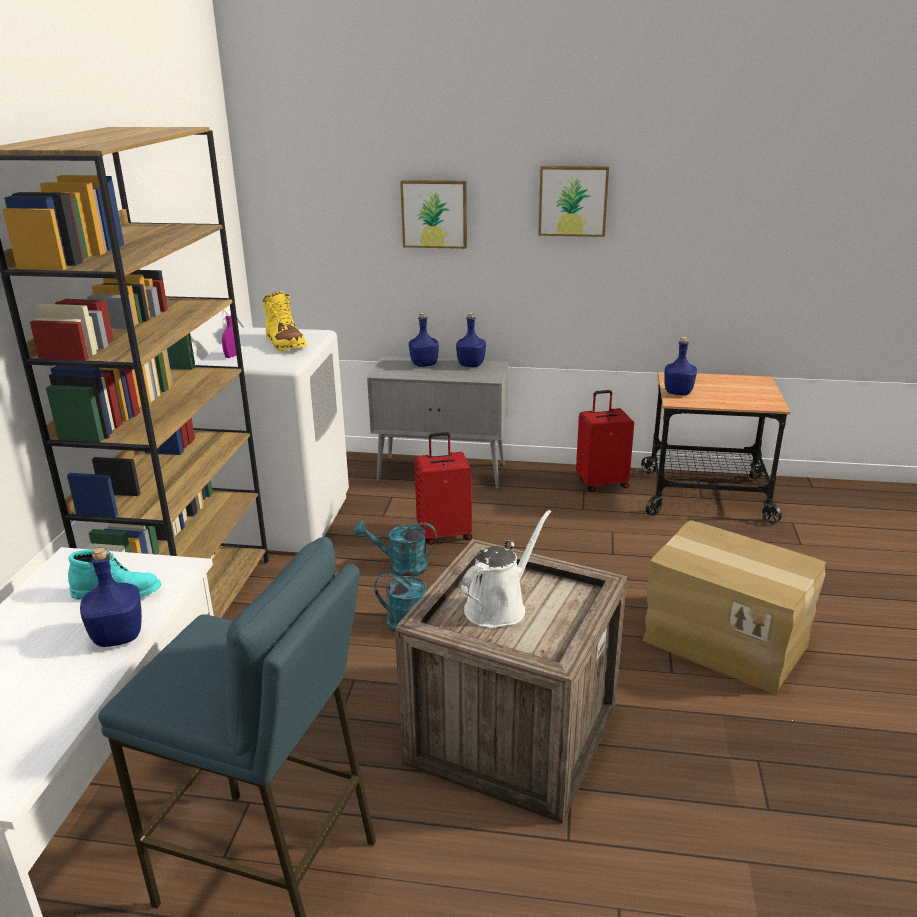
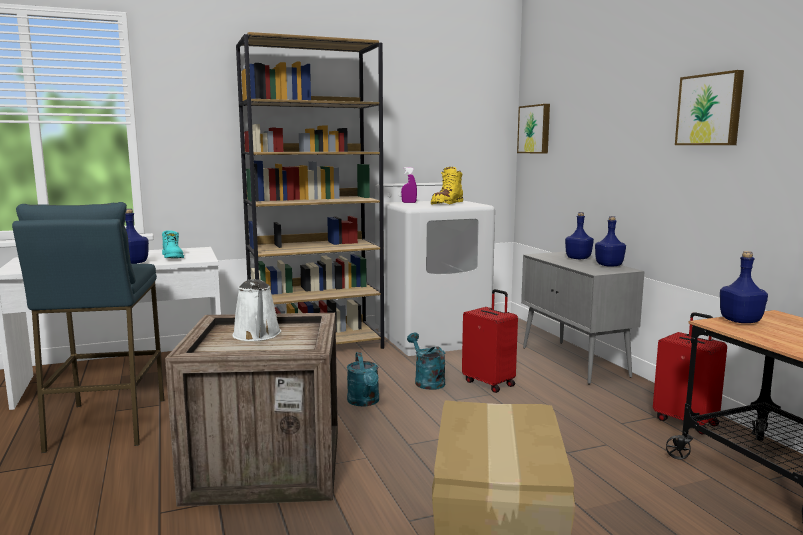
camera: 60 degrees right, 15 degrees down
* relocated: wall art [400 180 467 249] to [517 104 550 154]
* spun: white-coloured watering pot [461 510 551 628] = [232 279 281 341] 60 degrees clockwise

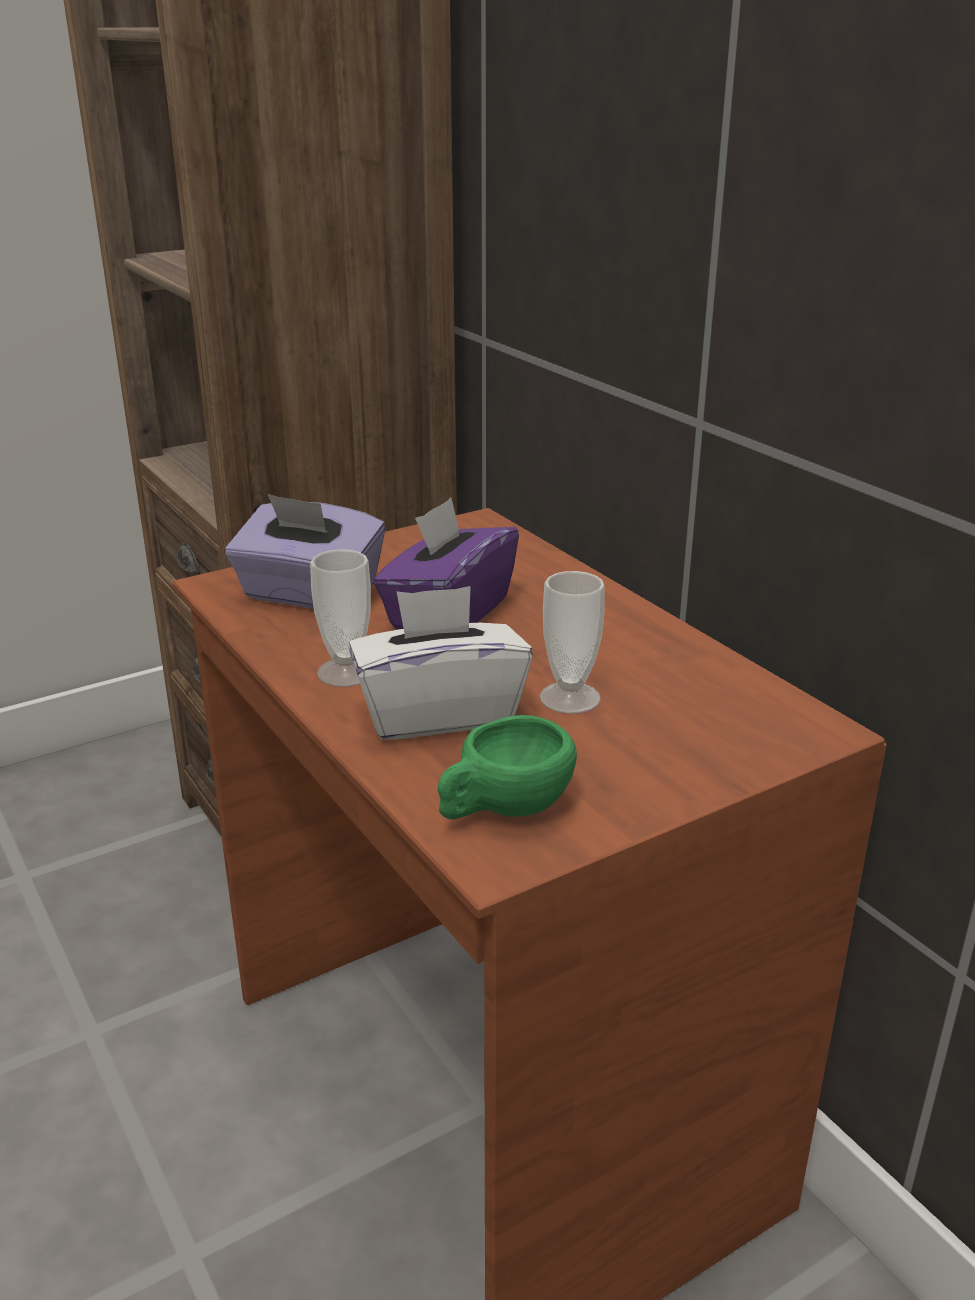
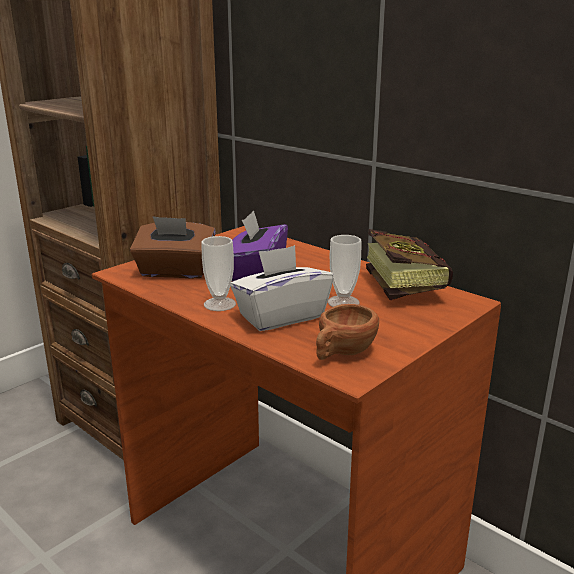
camera: 15 degrees left, 5 degrees down
* appeared: bound book [366 229 453 300]
* colour: purplish tissue holder [225 494 385 609] to brown tissue holder [130 216 216 278]
* colour: greenish cup [437 715 577 819] to brown cup [316 304 379 360]

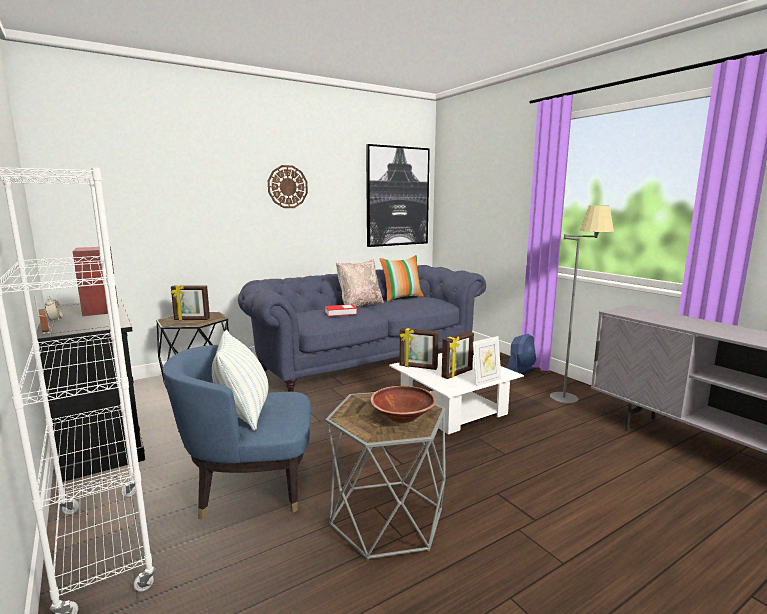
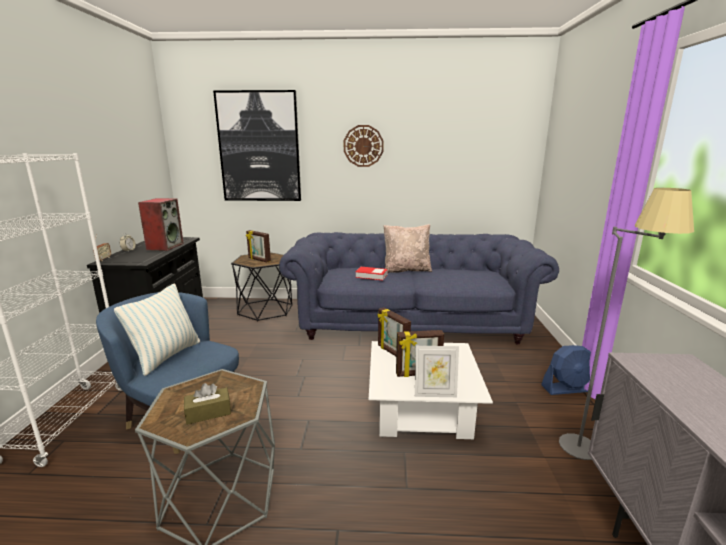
camera: 35 degrees right, 5 degrees up
* missing: cushion [379 255 424 302]
* relocated: wall art [366 144 430 247] to [213 90 301 201]
* exchanged: brown serving bowl [371 386 436 423] to brown tissue holder [184 383 231 425]

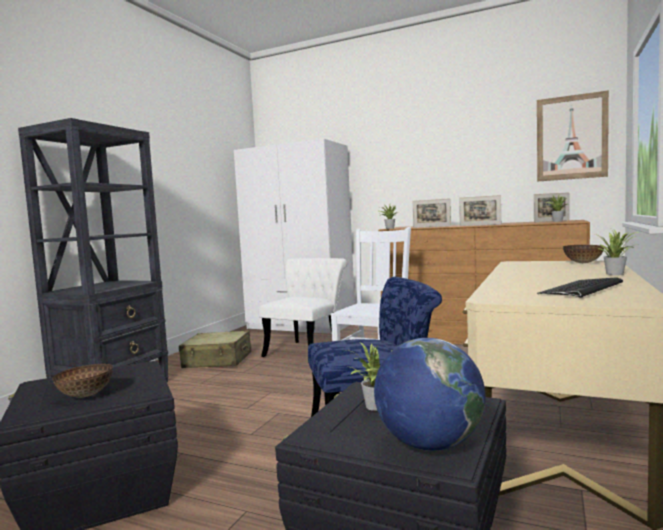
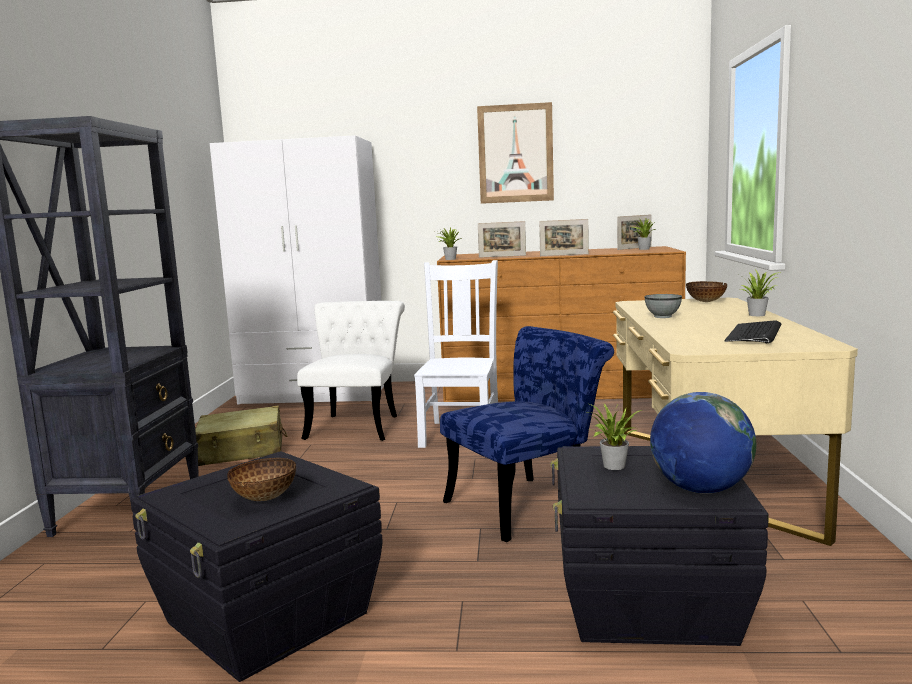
camera: 20 degrees left, 5 degrees up
* appeared: grey serving bowl [645 294 682 318]
* relocated: wall art [537 90 609 182] to [477 102 554 204]

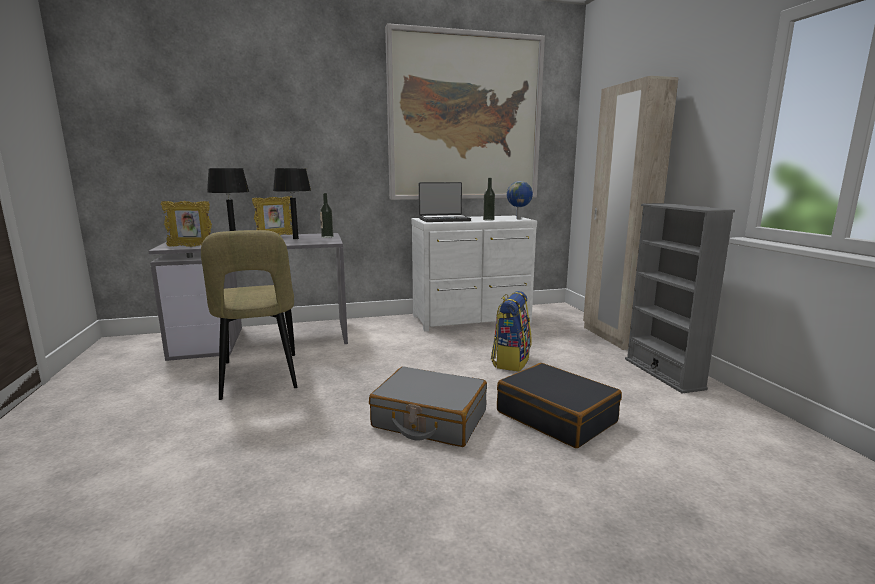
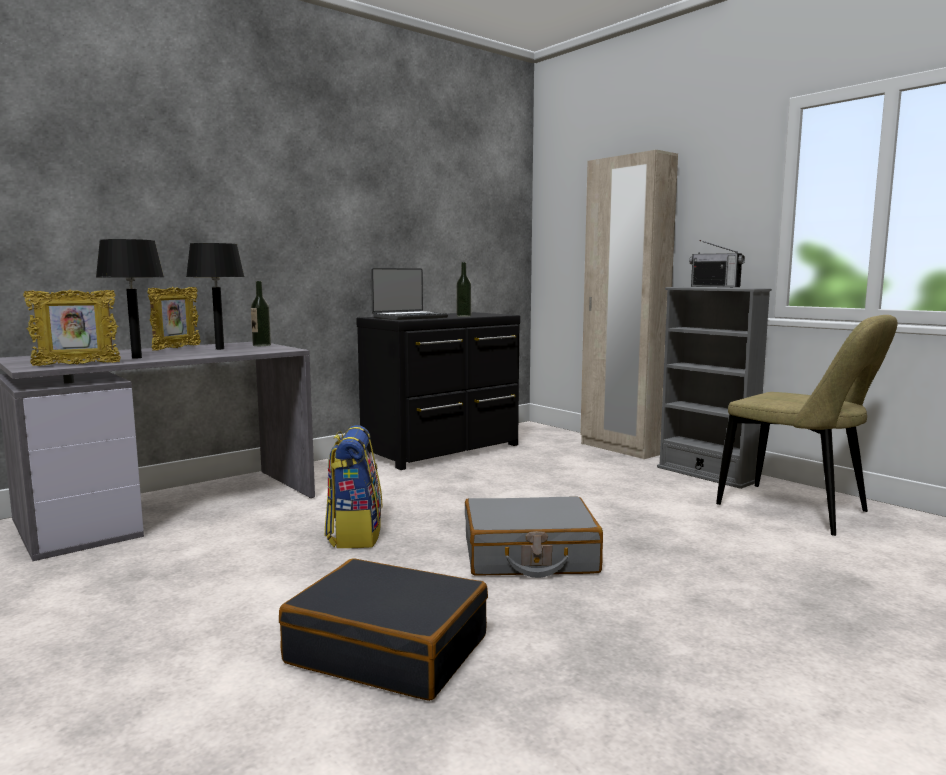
camera: 25 degrees left, 5 degrees down
* missing: wall art [385 23 545 200]
* missing: world globe [507 181 533 219]
* appeared: radio [689 240 745 287]
* relocated: beige chair [201 230 297 400] to [716 315 898 536]
* relocated: knapsack [491 291 531 371] to [325 425 382 548]
* relocated: blackish suitcase [497 363 622 448] to [279 558 488 701]
* colour: white-coloured chest of drawers [411 216 537 332] to blackish chest of drawers [356 312 520 470]

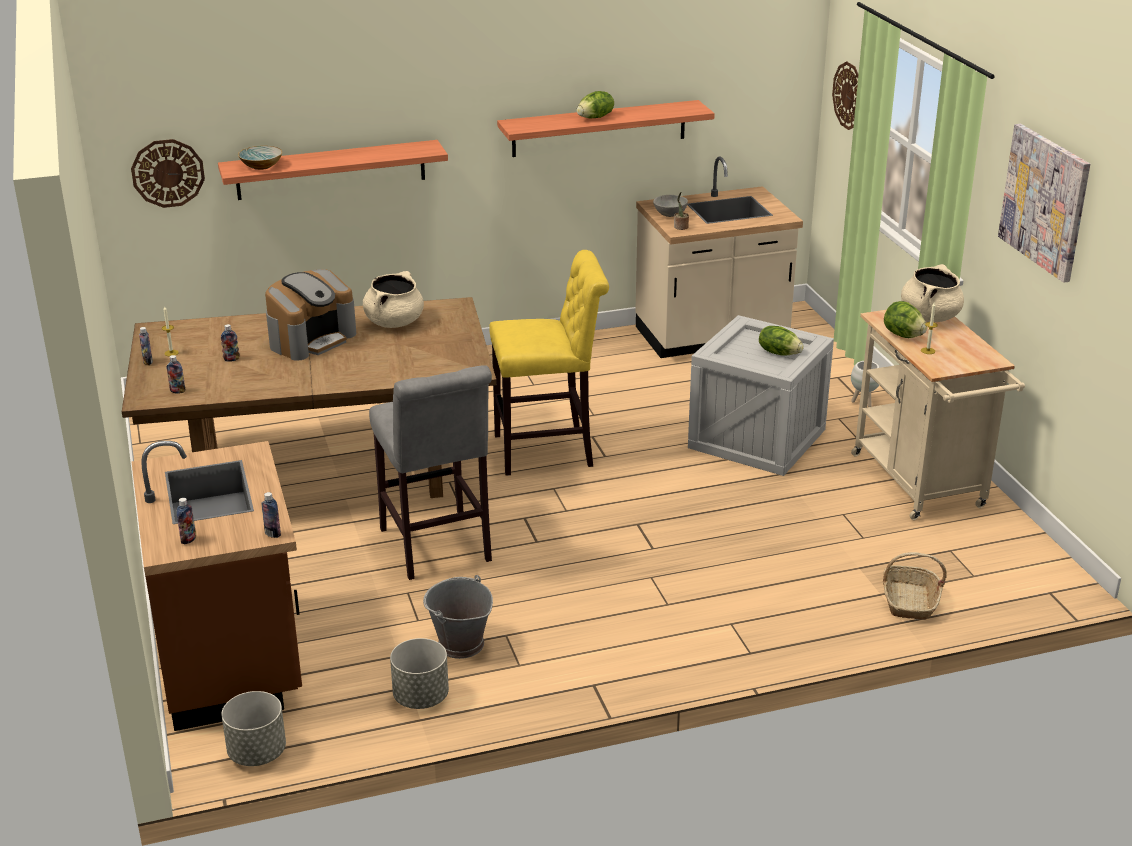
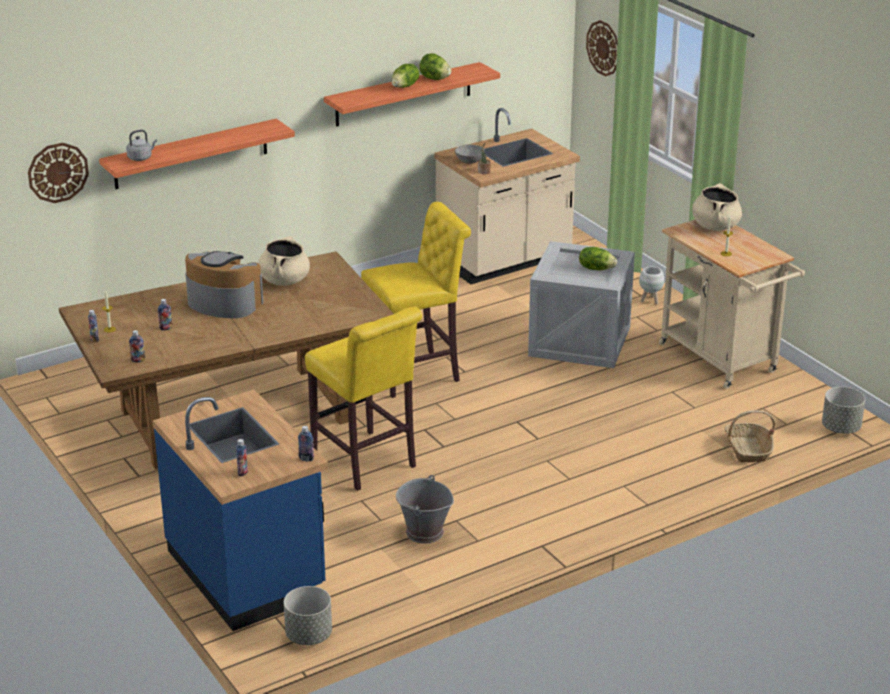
camera: 15 degrees left, 0 degrees up
* missing: wall art [998 124 1090 283]
* relocated: grey plant pot [390 638 449 709] to [822 387 865 434]
* relocated: lettuce head [884 301 927 338] to [419 53 451 80]
* exchanged: serving bowl [238 146 282 170] to grey kettle [126 130 157 161]
* colour: brown counter [132 441 302 731] to blue-coloured counter [153 390 328 631]
* colour: grey stool seat [369 365 492 580] to yellowish stool seat [305 307 422 491]
* spun: coffee brewer [265 269 356 361] = [185 251 263 318] 90 degrees counterclockwise

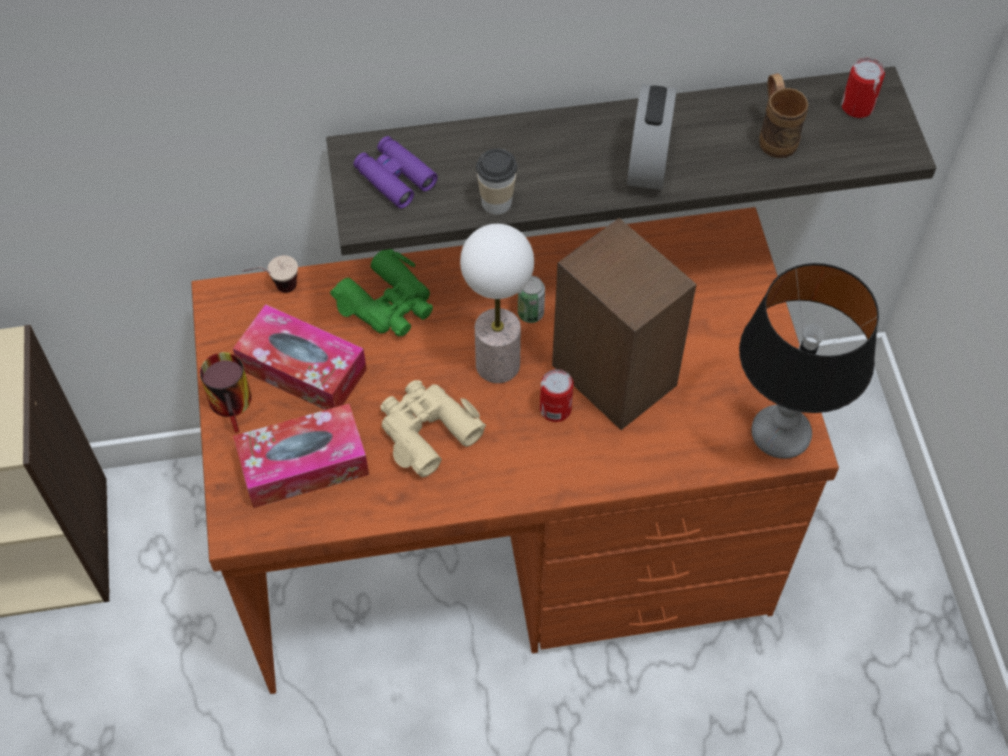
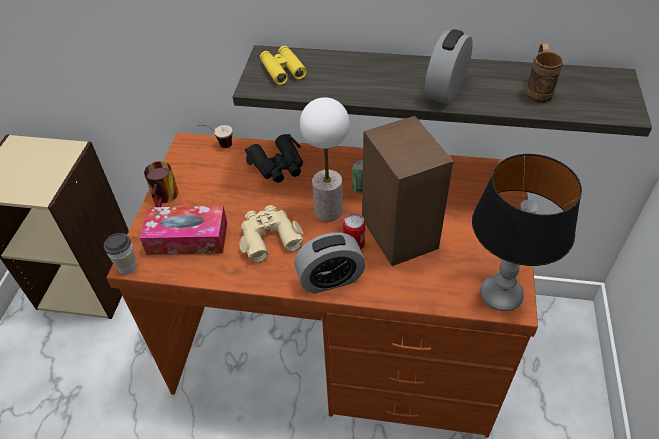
camera: 20 degrees right, 10 degrees down
* missing: tissue holder [233 304 367 410]
* missing: sealed can [841 58 885 118]
* appeared: bedside clock [294 232 366 294]
* relocated: cup [476 149 517 215] to [104 233 137 274]
* colour: greenish field glasses [330 249 433 336] to blackish field glasses [245 134 303 183]
* colour: purplish field glasses [353 136 438 209] to yellowish field glasses [260 46 307 85]

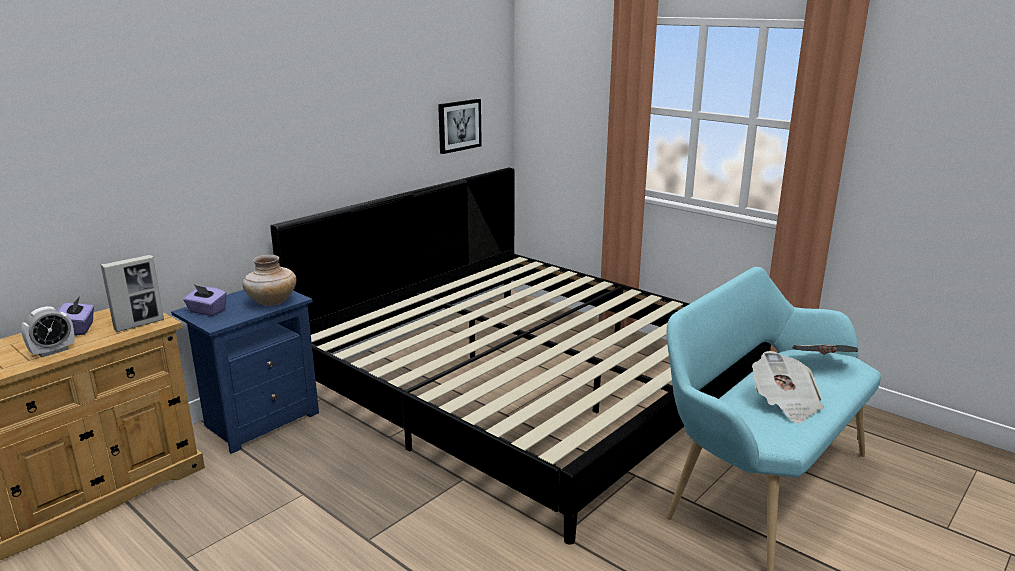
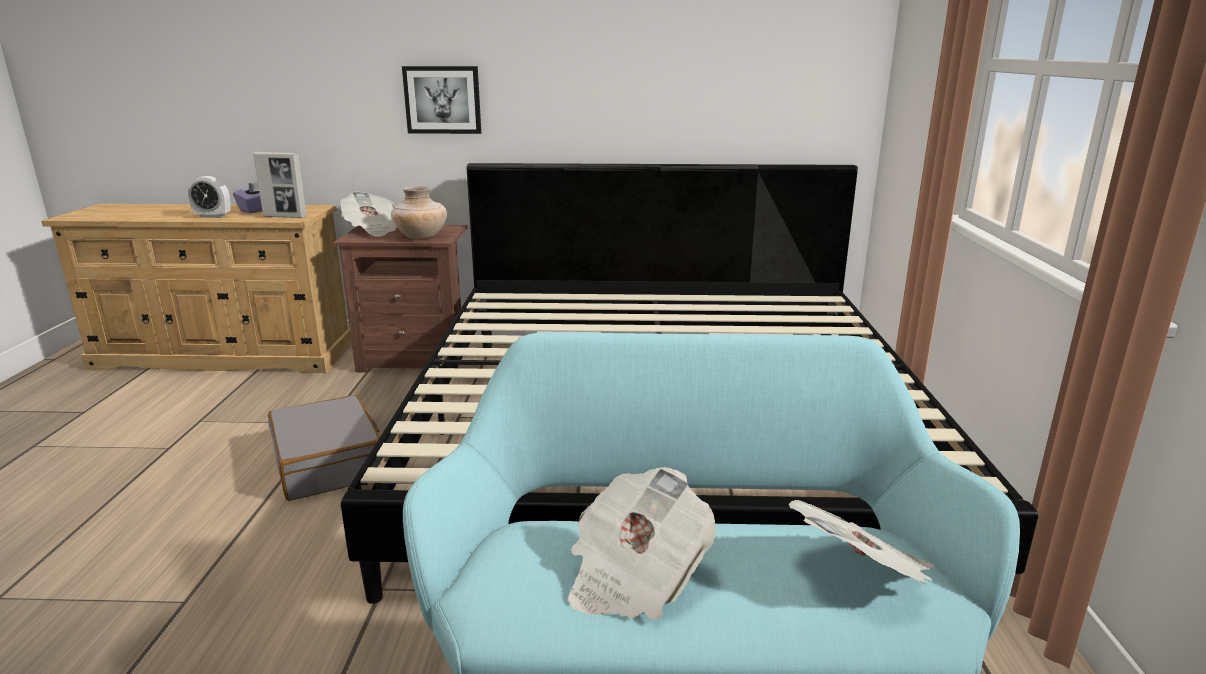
camera: 50 degrees right, 0 degrees up
* appeared: grey suitcase [268 395 380 501]
* relocated: wall art [438 99 482 154] to [402 66 481 134]
* exchanged: purplish tissue holder [183 285 227 316] to newspaper [340 191 397 237]
* colour: blue-coloured bedside table [171 290 319 454] to brown bedside table [333 225 468 372]

